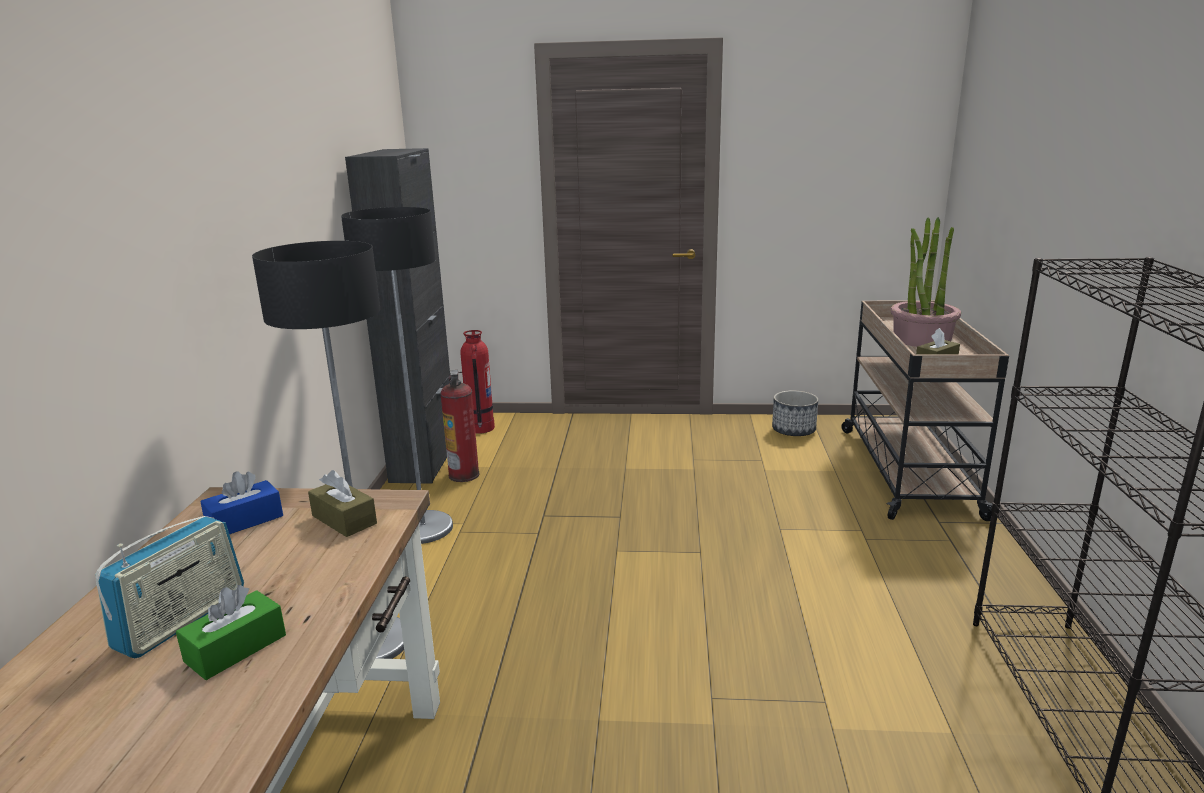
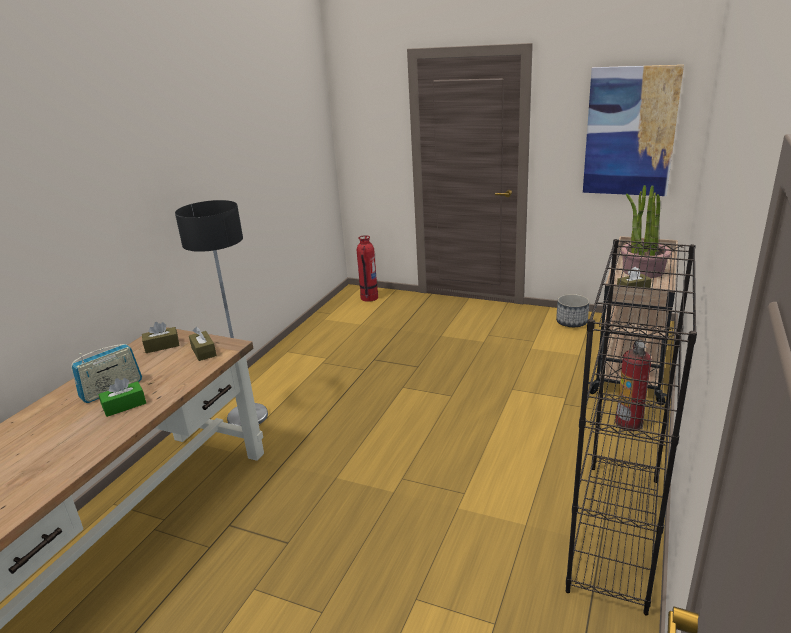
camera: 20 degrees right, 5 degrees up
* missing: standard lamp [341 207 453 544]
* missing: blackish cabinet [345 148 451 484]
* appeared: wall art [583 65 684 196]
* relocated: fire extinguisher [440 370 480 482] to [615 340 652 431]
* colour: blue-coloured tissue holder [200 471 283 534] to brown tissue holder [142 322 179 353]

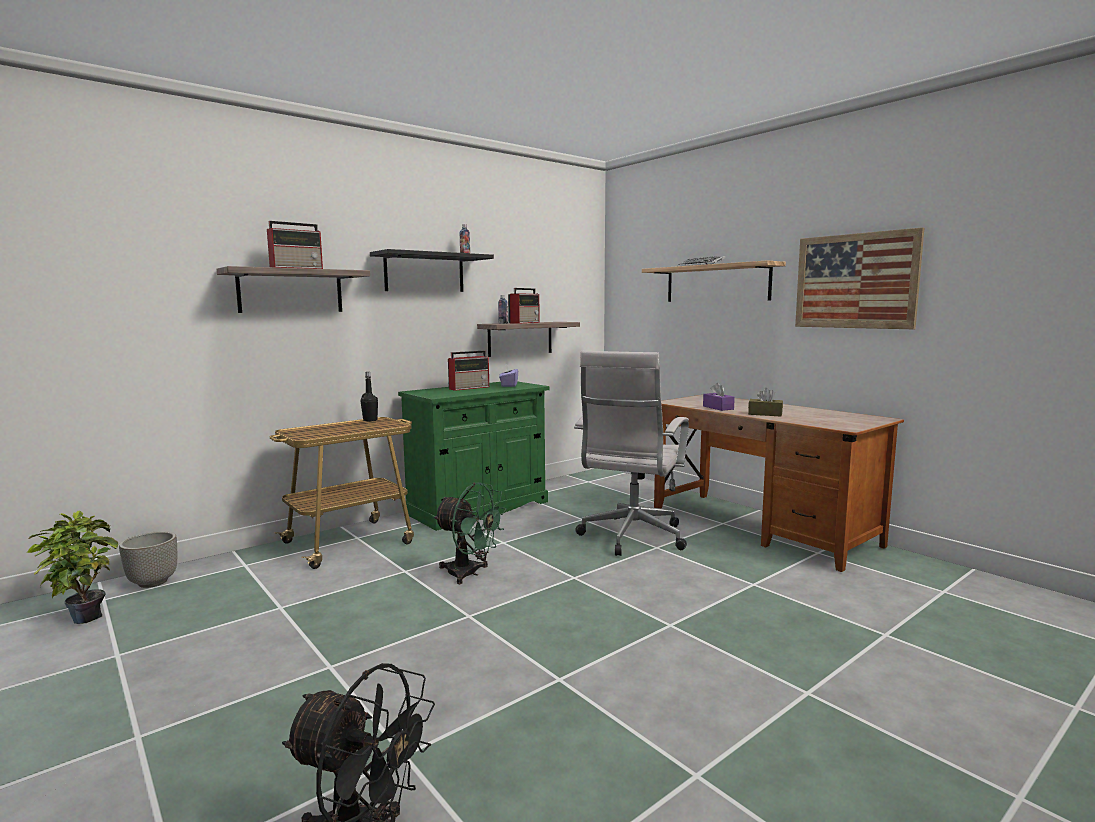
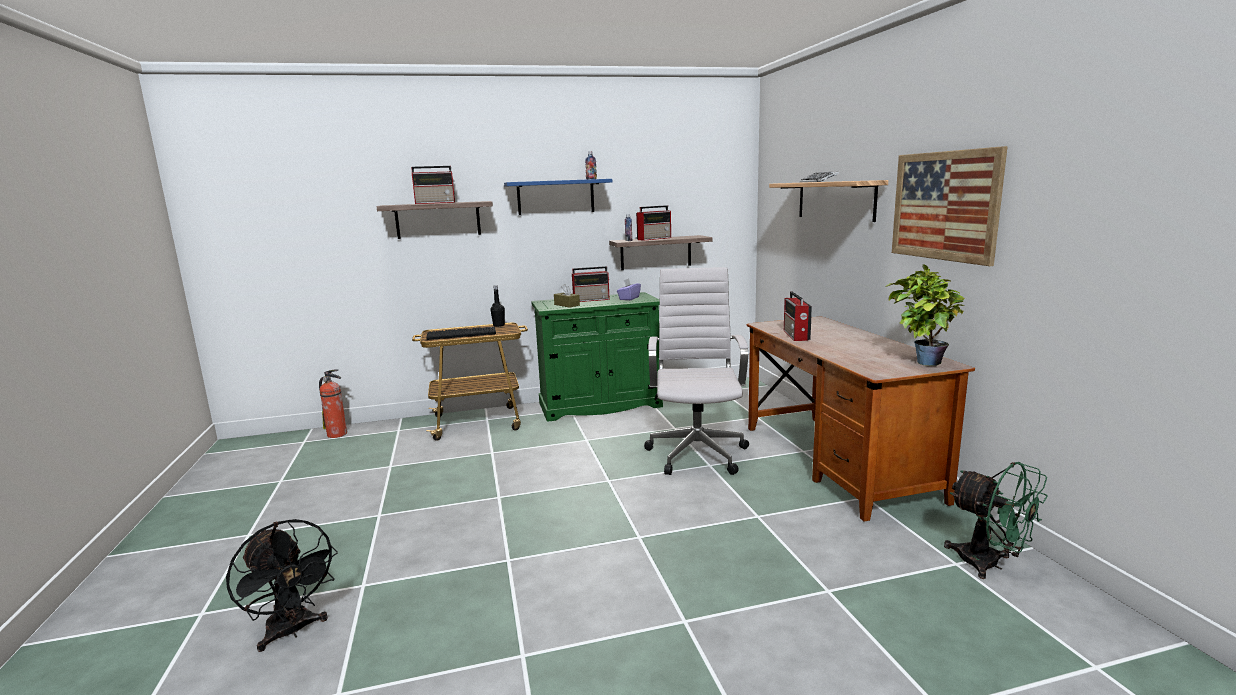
camera: 25 degrees right, 5 degrees up
* appeared: computer keyboard [426 327 496 340]
* relocated: houseplant [27 510 118 624] to [886 264 965 366]
* relocated: greenish electric fan [433 482 506 584] to [944 462 1047 579]
* relocated: brown tissue holder [748 388 783 416] to [554 284 580 308]
* exchanged: plant pot [119 531 177 588] to fire extinguisher [319 369 347 438]
* exchanged: purplish tissue holder [703 383 735 411] to radio [784 291 812 341]
* colour: blackish bracket shelf [370 249 494 292] to blue-coloured bracket shelf [504 179 612 215]
* spun: white-coloured desk chair [574 351 689 556] = [644 267 749 475] 135 degrees clockwise

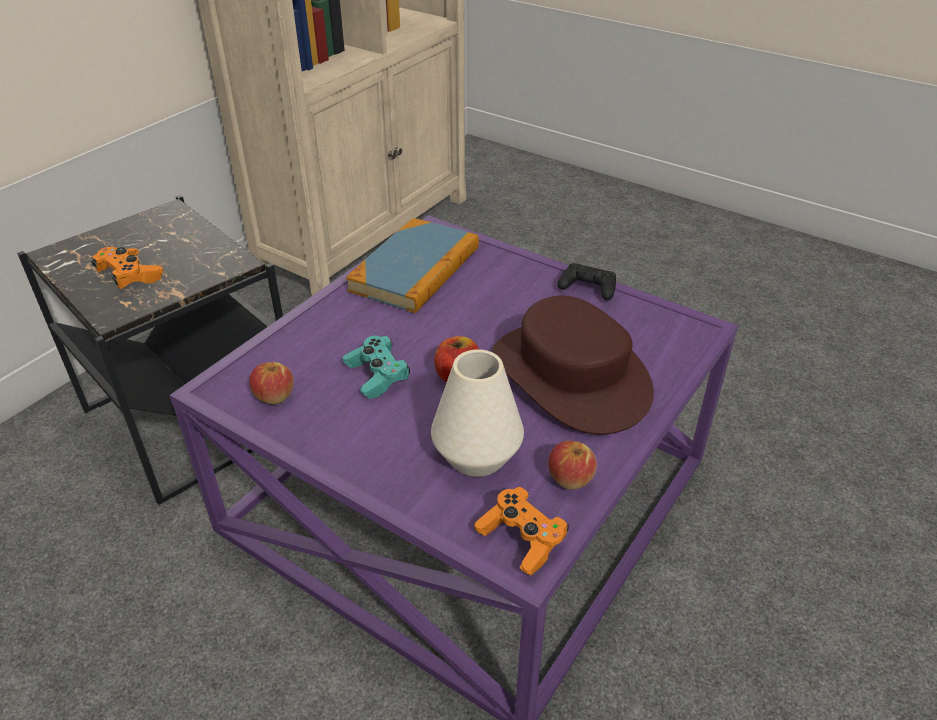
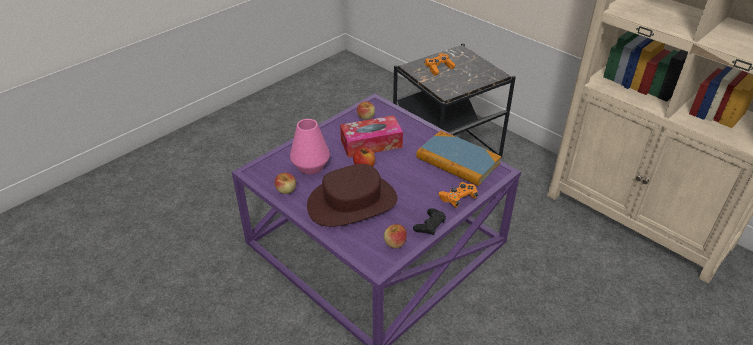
camera: 100 degrees right, 0 degrees up
* appeared: apple fruit [384 224 407 248]
* relocated: orange gamepad [474 487 569 576] to [438 182 478 208]
* exchanged: turquoise gamepad [343 336 410 399] to tissue holder [340 116 403 157]
* colour: white-coloured vase [431 349 524 477] to pink-coloured vase [290 119 330 175]

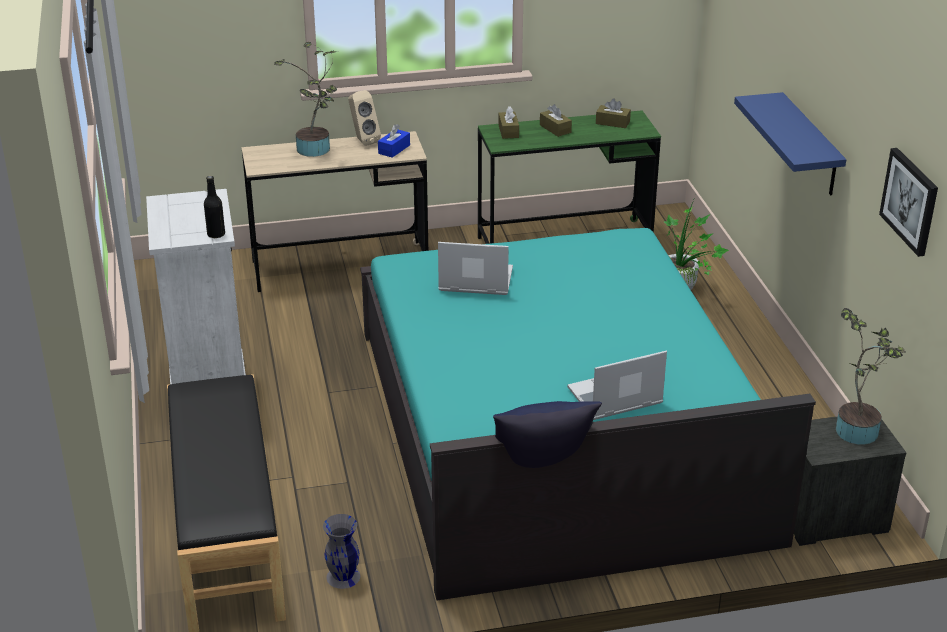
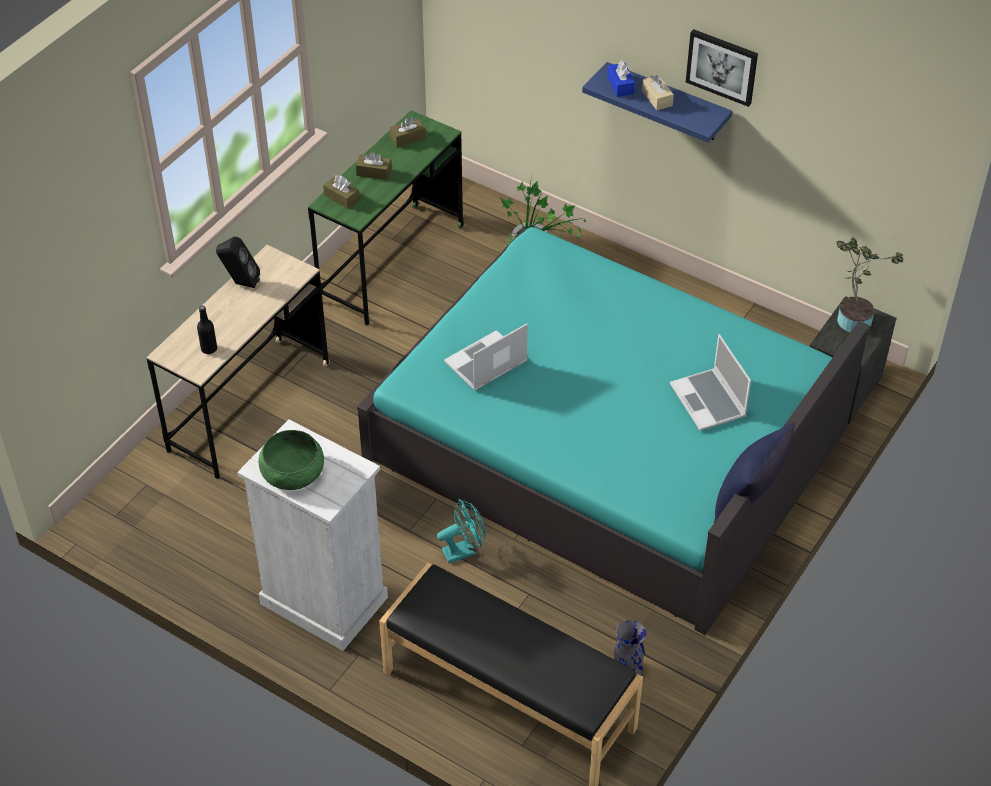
camera: 45 degrees left, 15 degrees up
* missing: houseplant [274 42 339 157]
* appeared: greenish serving bowl [259 430 324 490]
* appeared: turquoise electric fan [437 499 486 563]
* appeared: beige tissue holder [642 75 674 110]
* relocated: blackish bottle [204 176 225 239] to [197 306 217 354]
* relocated: blue-coloured tissue holder [378 124 410 158] to [607 61 635 97]
* relocated: wall art [879 148 938 257] to [686 29 758 107]
* colour: beige loudspeaker [348 90 381 146] to blackish loudspeaker [216 237 260 288]
* spun: laptop [567 350 667 420] = [670 334 751 431] 45 degrees counterclockwise

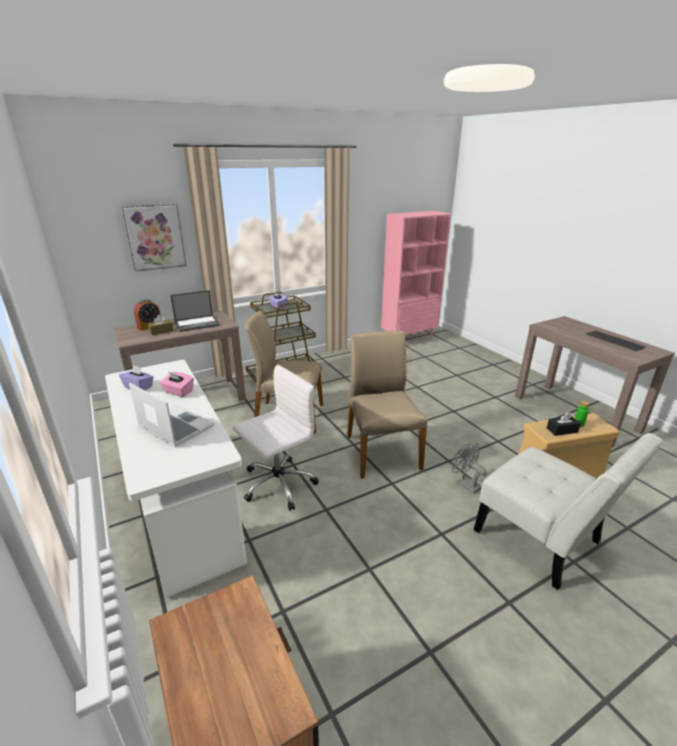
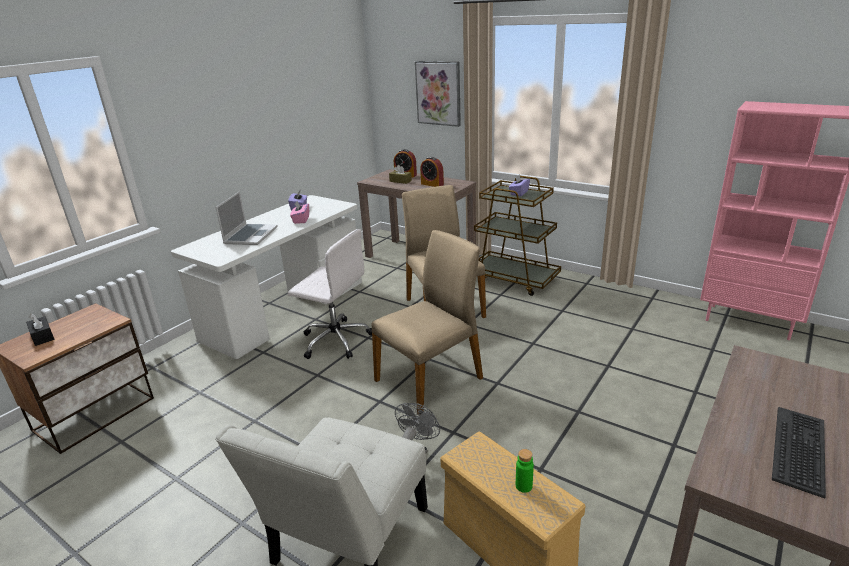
camera: 65 degrees right, 0 degrees up
* relocated: blackish tissue holder [547 412 581 436] to [26 314 54 346]
* exchanged: laptop [170 290 220 332] to bedside clock [420 157 444 187]

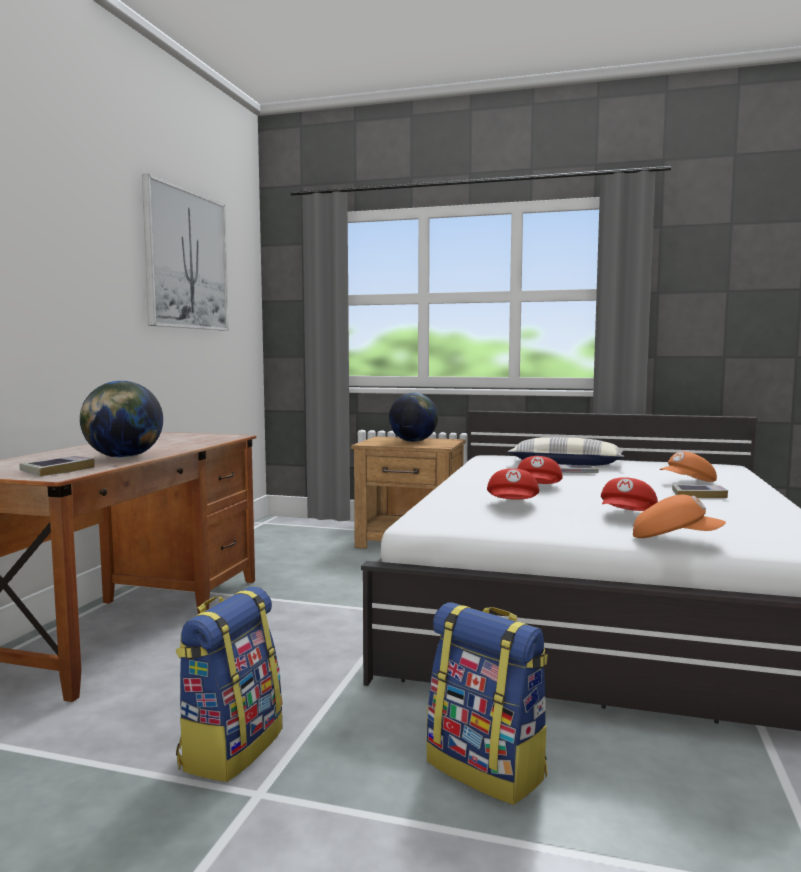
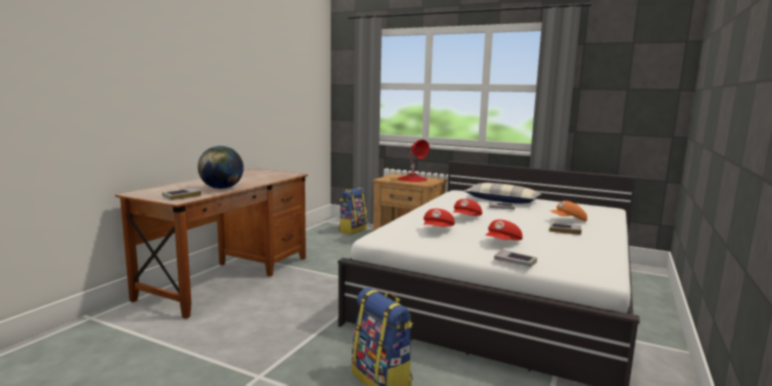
camera: 10 degrees right, 5 degrees up
* missing: wall art [142 174 229 331]
* relocated: knapsack [176 587 283 782] to [338 187 367 235]
* exchanged: world globe [389 393 438 442] to red-coloured lamp for a table [398 140 430 182]
* exchanged: orange peaked cap [633 494 726 538] to bound book [494 249 537 267]

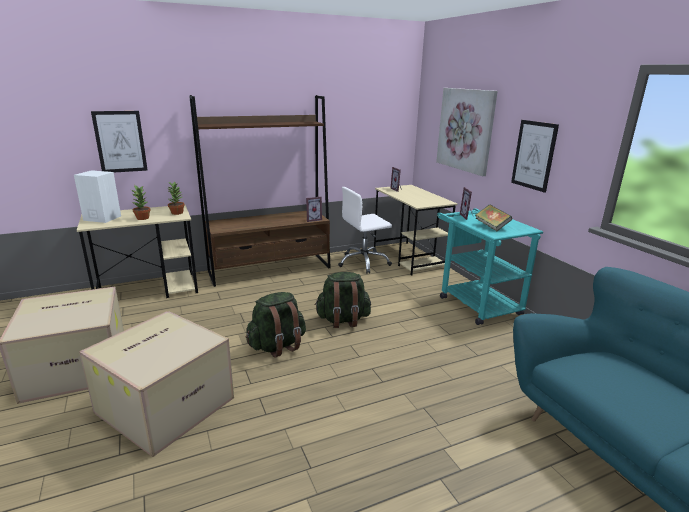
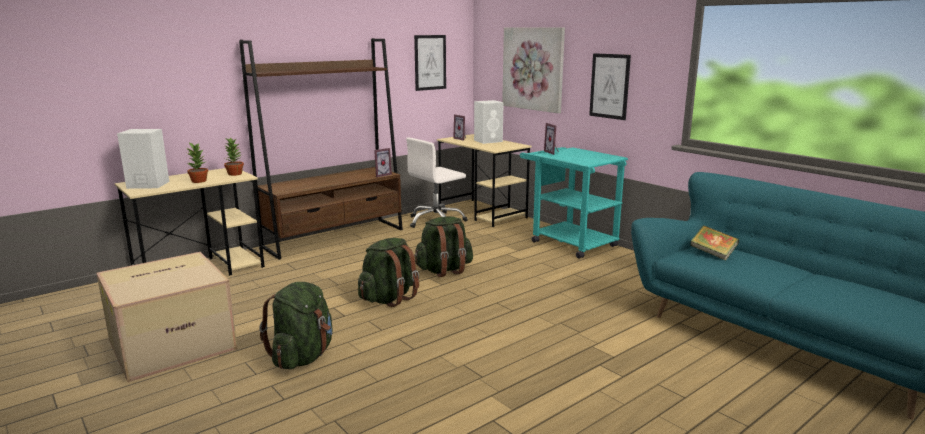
camera: 15 degrees left, 5 degrees down
* appeared: white-coloured loudspeaker [474 100 504 144]
* relocated: wall art [91 111 148 172] to [414 35 446 91]
* relocated: bound book [475 204 512 231] to [691 225 739 261]
* exchanged: packing box [79 311 234 457] to greenish knapsack [259 282 332 369]

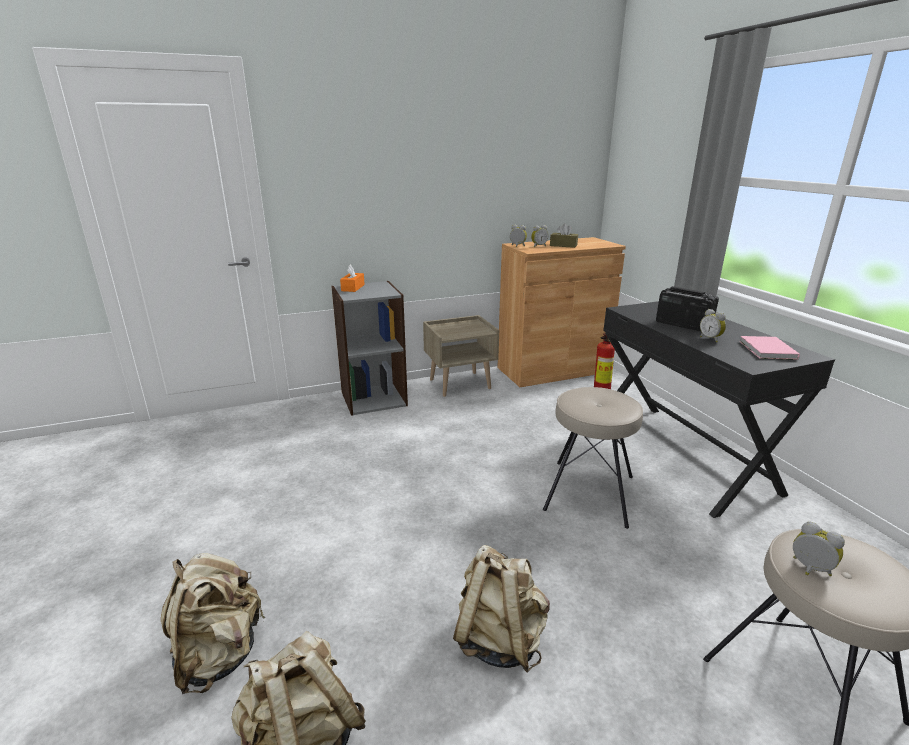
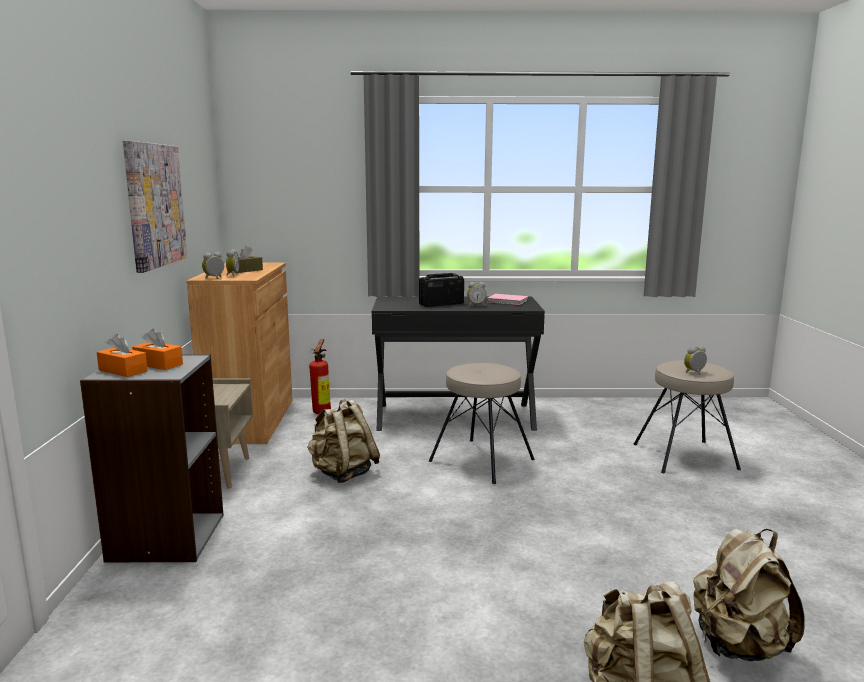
camera: 70 degrees left, 10 degrees down
* appeared: wall art [123 140 188 273]
* appeared: orange tissue holder [132 329 183 370]
* relocated: beige knapsack [453 545 550 672] to [307 399 380 483]

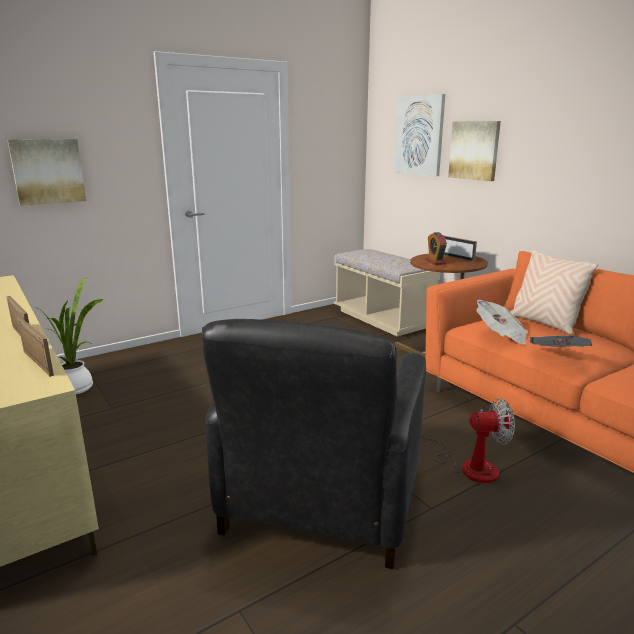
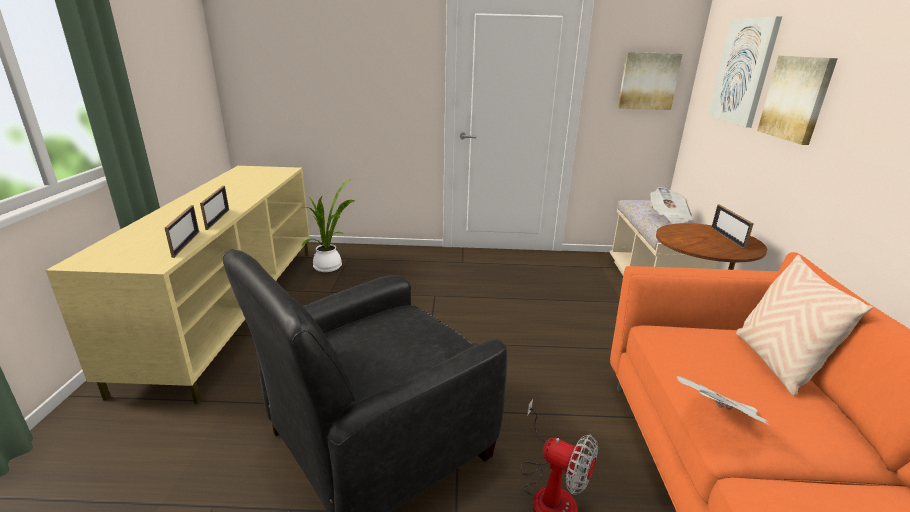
camera: 35 degrees right, 5 degrees up
* missing: bedside clock [425 232 447 265]
* relocated: wall art [7 139 86 206] to [618 52 682 110]
* relocated: newspaper [477 300 528 345] to [650 187 693 224]

